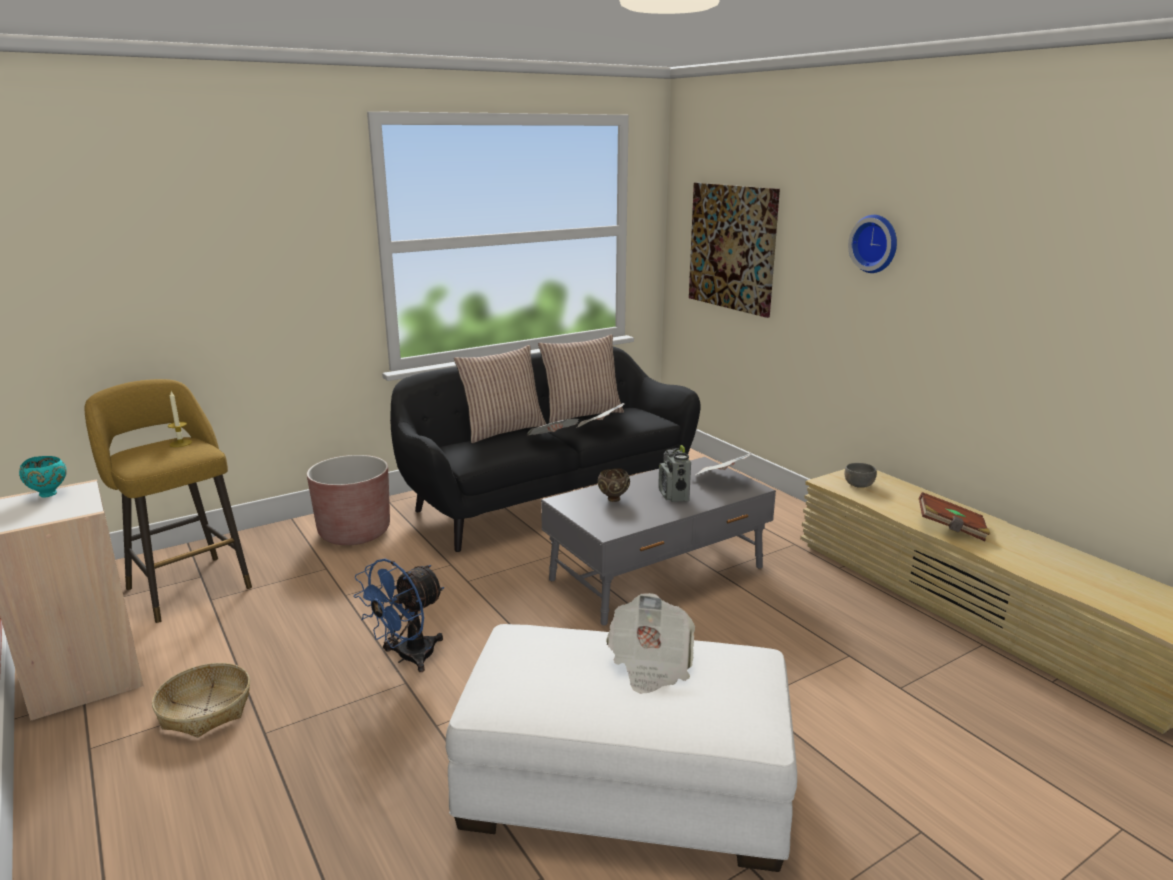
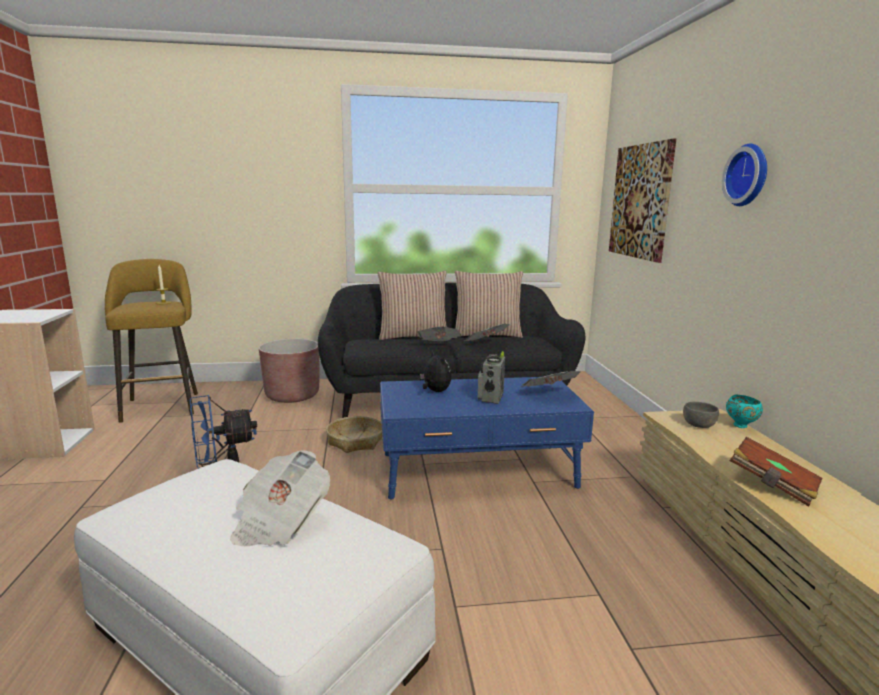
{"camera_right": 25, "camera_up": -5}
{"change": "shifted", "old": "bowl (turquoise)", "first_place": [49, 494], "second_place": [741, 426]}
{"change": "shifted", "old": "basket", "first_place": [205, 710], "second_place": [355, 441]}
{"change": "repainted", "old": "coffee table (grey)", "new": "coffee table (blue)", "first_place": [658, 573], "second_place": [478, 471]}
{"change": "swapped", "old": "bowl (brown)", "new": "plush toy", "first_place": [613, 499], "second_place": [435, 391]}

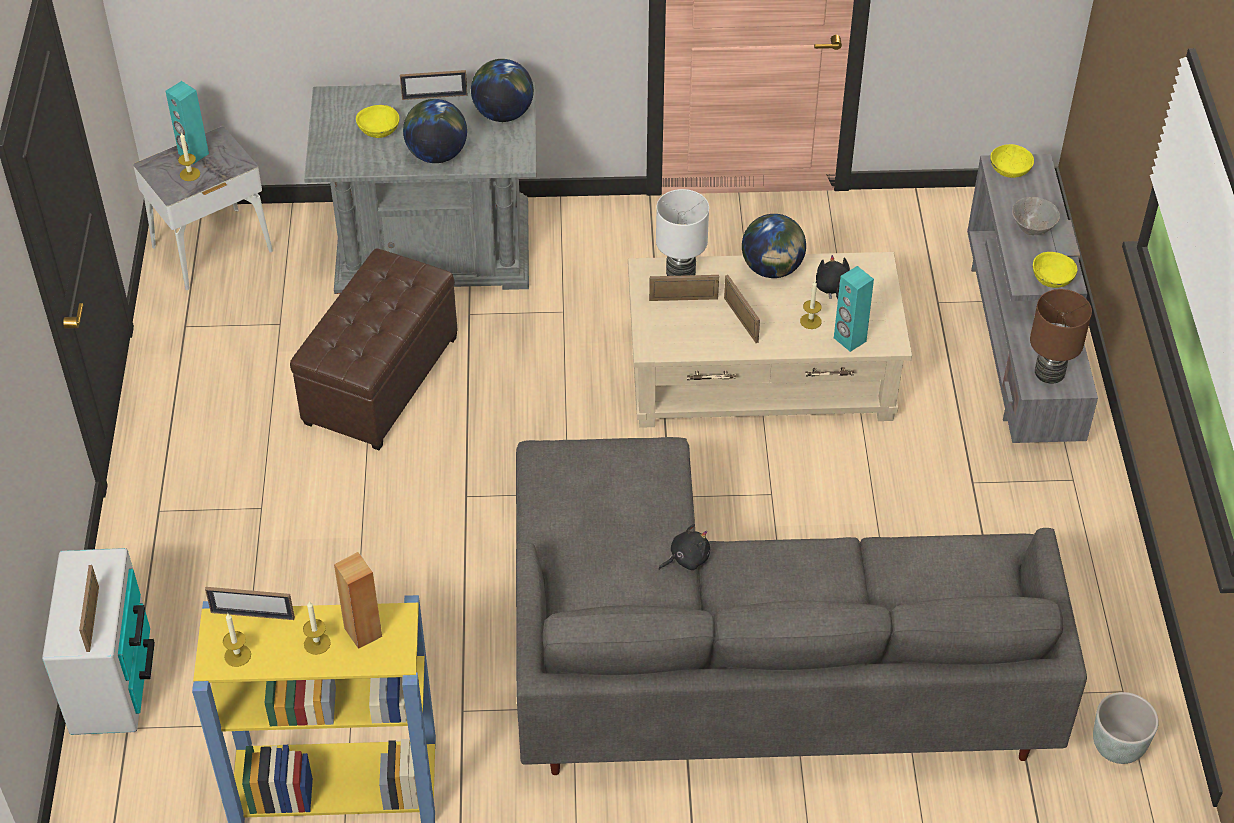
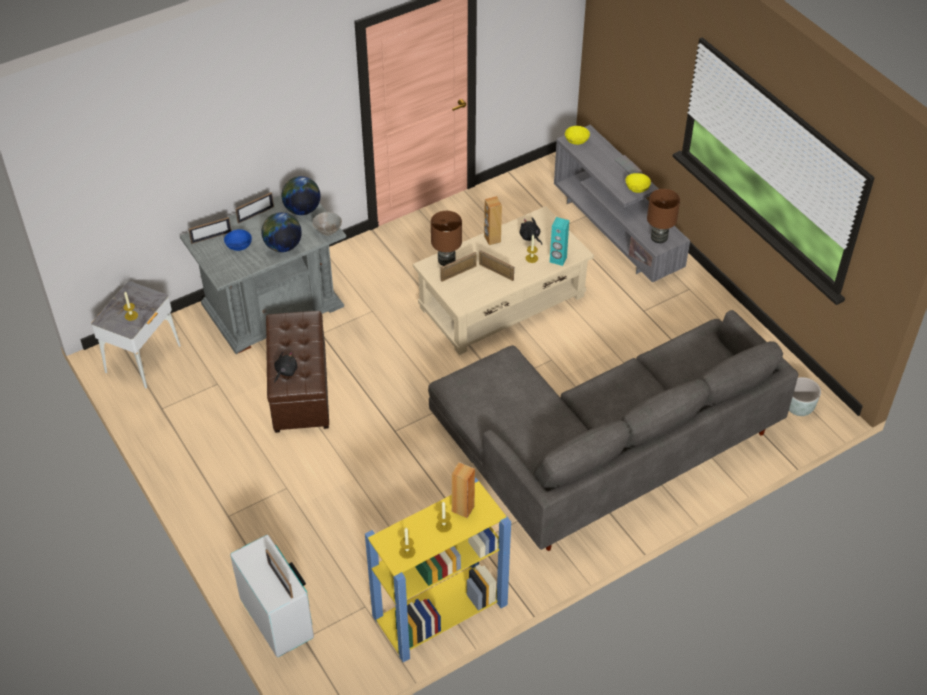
{"camera_right": -30, "camera_up": 0}
{"change": "gone", "old": "speaker (turquoise)", "first_place": [193, 154]}
{"change": "shifted", "old": "picture frame", "first_place": [252, 615], "second_place": [211, 237]}
{"change": "repainted", "old": "bowl (yellow)", "new": "bowl (blue)", "first_place": [379, 131], "second_place": [239, 245]}
{"change": "repainted", "old": "table lamp (white)", "new": "table lamp (brown)", "first_place": [681, 273], "second_place": [446, 260]}
{"change": "shifted", "old": "plush toy (black)", "first_place": [686, 558], "second_place": [285, 372]}
{"change": "swapped", "old": "globe", "new": "speaker (brown)", "first_place": [772, 269], "second_place": [492, 239]}
{"change": "shifted", "old": "bowl (grey)", "first_place": [1032, 228], "second_place": [328, 231]}

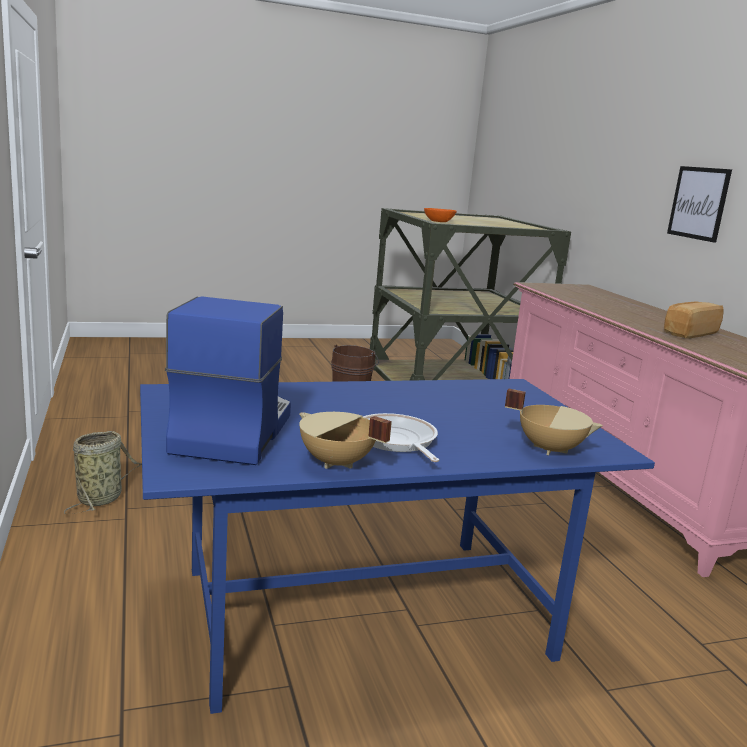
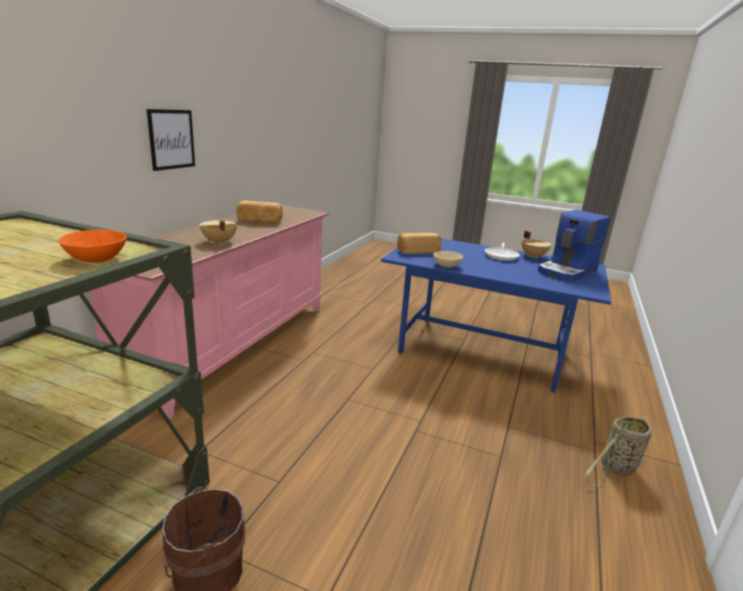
{"camera_right": -140, "camera_up": 5}
{"change": "shifted", "old": "cooking pot (beige)", "first_place": [550, 449], "second_place": [218, 242]}
{"change": "new", "new": "bread", "second_place": [417, 251]}
{"change": "new", "new": "bowl (beige)", "second_place": [447, 265]}

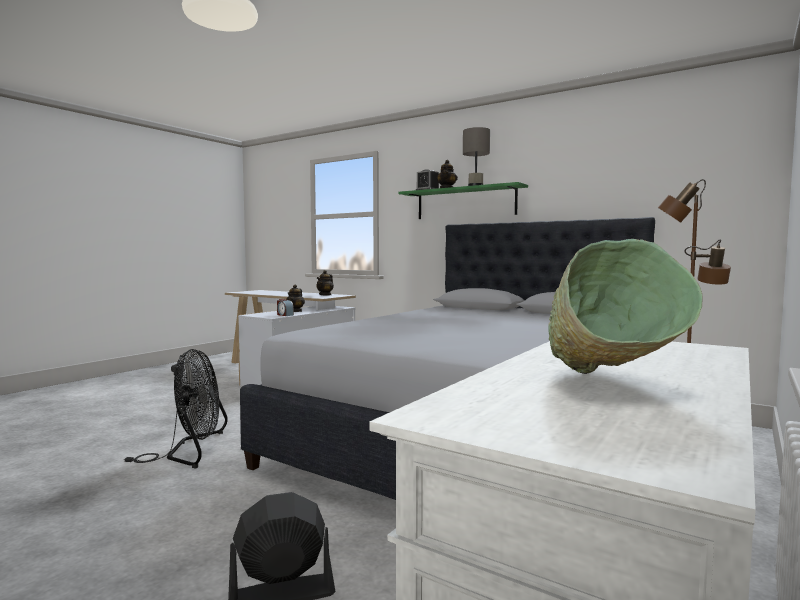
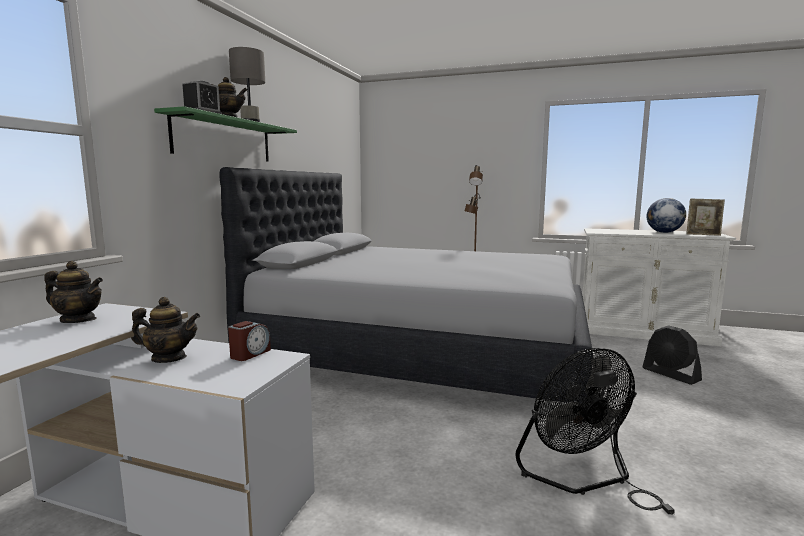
{"camera_right": -105, "camera_up": 5}
{"change": "swapped", "old": "bowl (green)", "new": "globe", "first_place": [610, 383], "second_place": [663, 232]}
{"change": "new", "new": "picture frame", "second_place": [703, 235]}

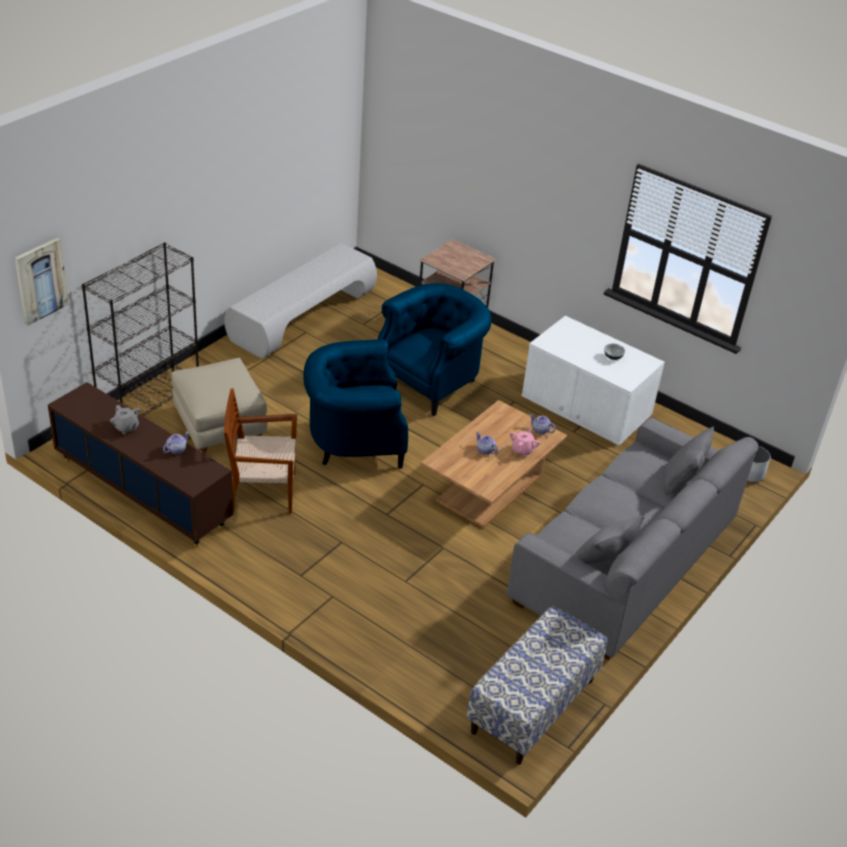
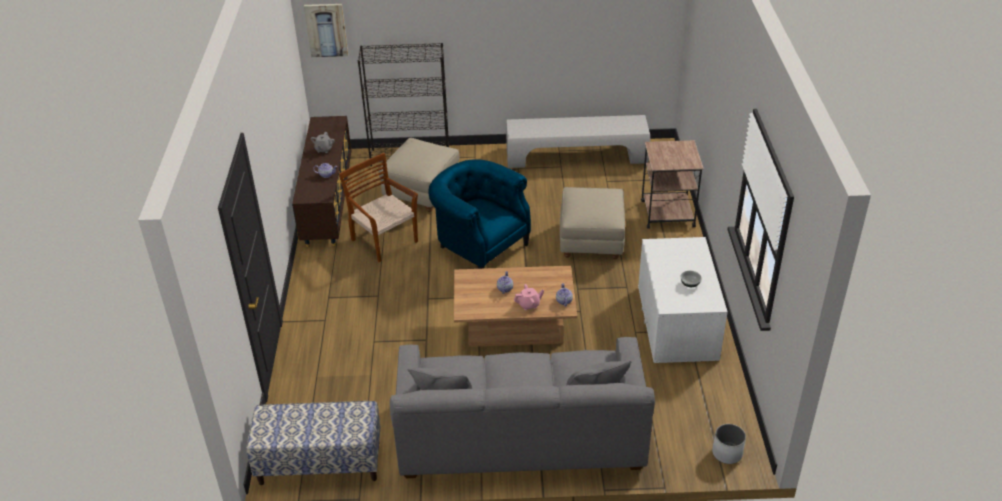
{"camera_right": 55, "camera_up": 0}
{"change": "swapped", "old": "armchair (blue)", "new": "ottoman (beige)", "first_place": [432, 381], "second_place": [591, 241]}

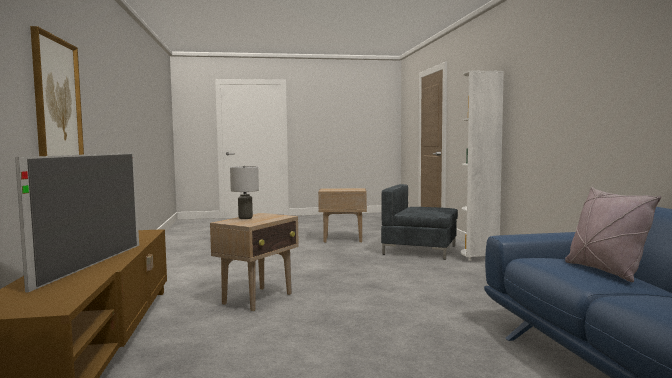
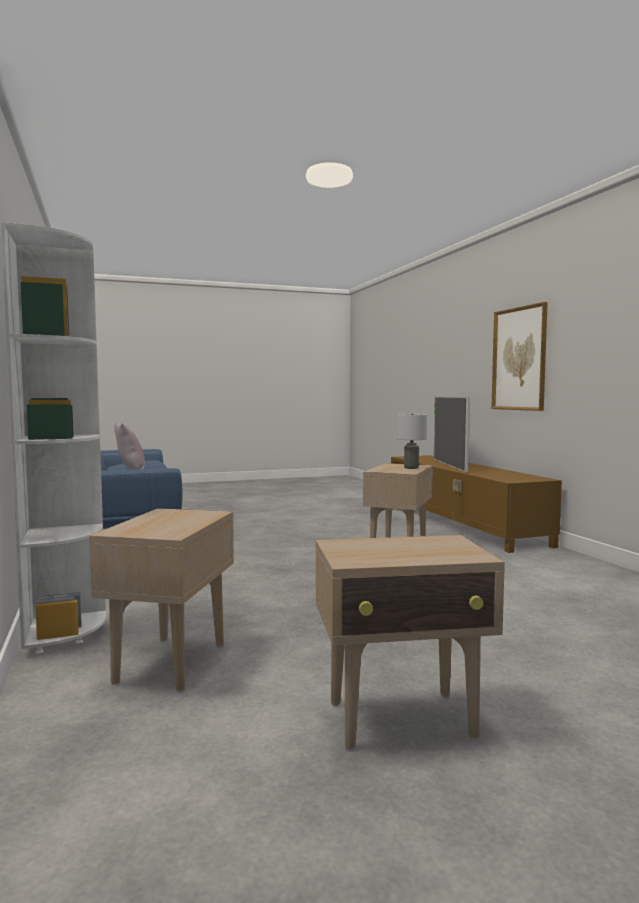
{"camera_right": 170, "camera_up": 0}
{"change": "swapped", "old": "armchair (grey)", "new": "side table (beige)", "first_place": [420, 250], "second_place": [170, 663]}

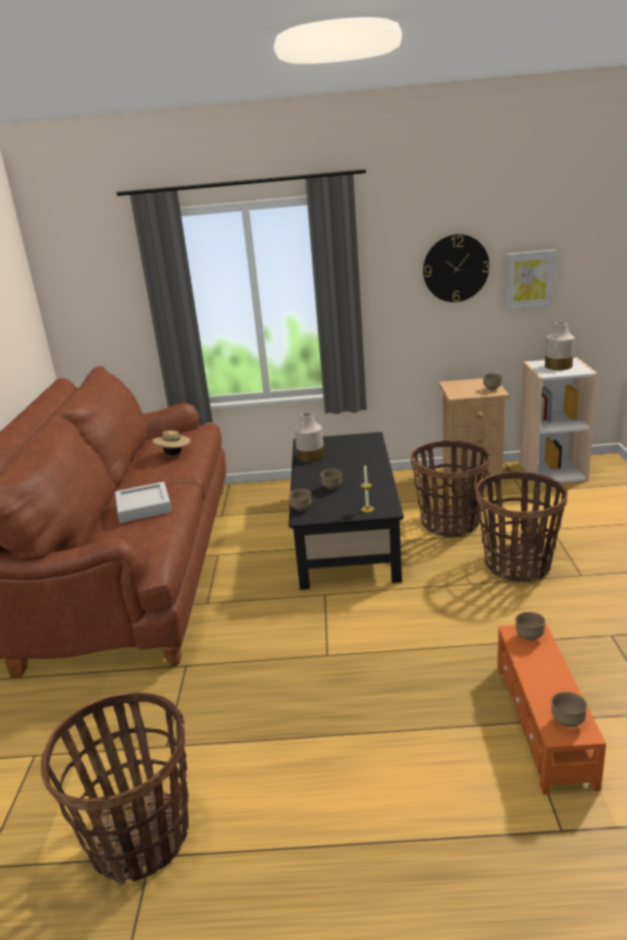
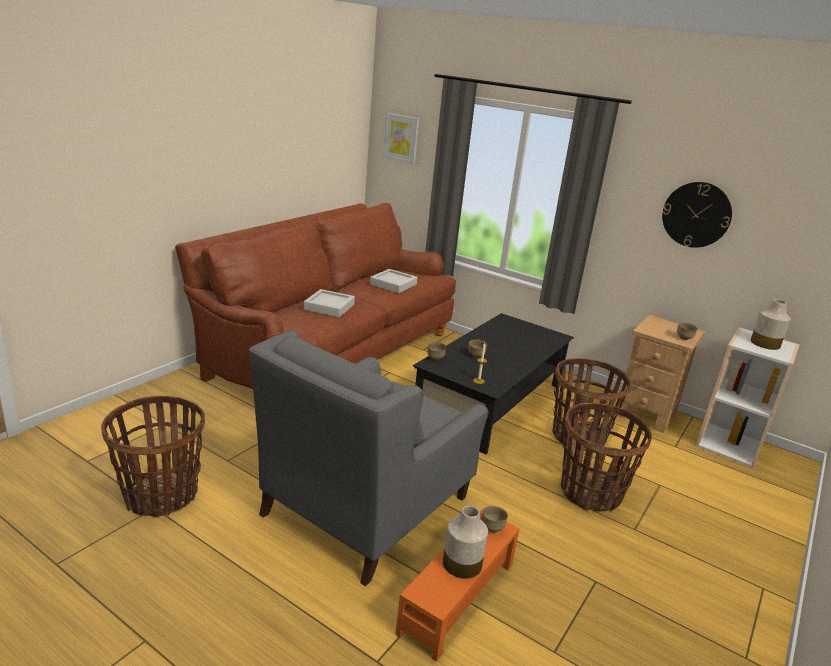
{"camera_right": 30, "camera_up": 0}
{"change": "swapped", "old": "hat (beige)", "new": "tray (grey)", "first_place": [174, 454], "second_place": [393, 284]}
{"change": "shifted", "old": "vase (beige)", "first_place": [311, 456], "second_place": [462, 563]}
{"change": "shifted", "old": "picture", "first_place": [529, 280], "second_place": [401, 138]}
{"change": "gone", "old": "bowl (brown)", "first_place": [567, 722]}
{"change": "new", "new": "armchair (grey)", "second_place": [367, 505]}

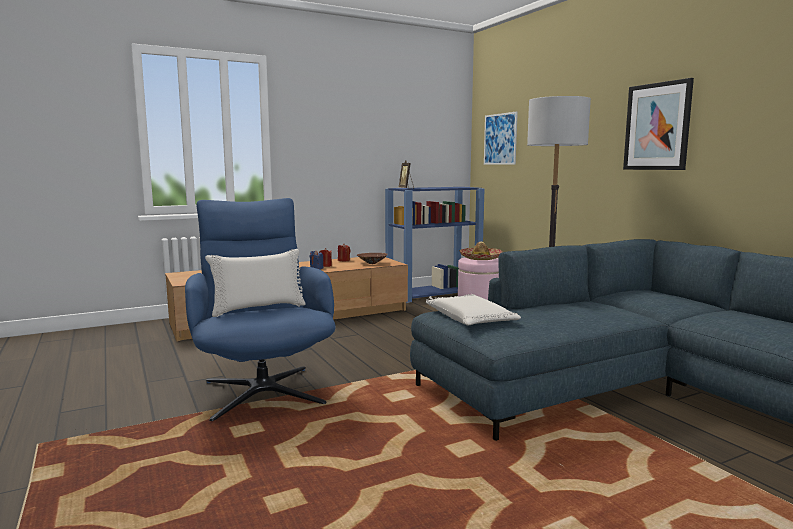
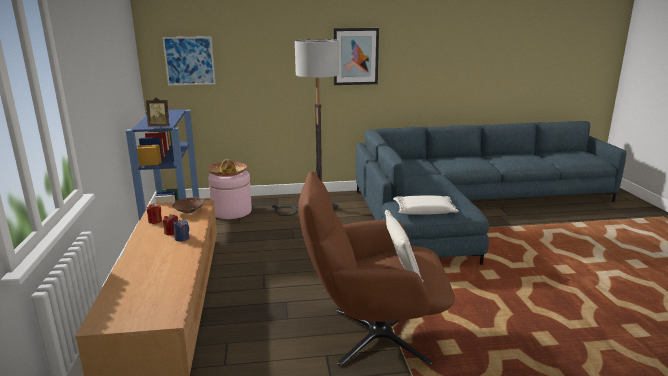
{"camera_right": -70, "camera_up": 10}
{"change": "repainted", "old": "armchair (blue)", "new": "armchair (brown)", "first_place": [263, 391], "second_place": [375, 335]}

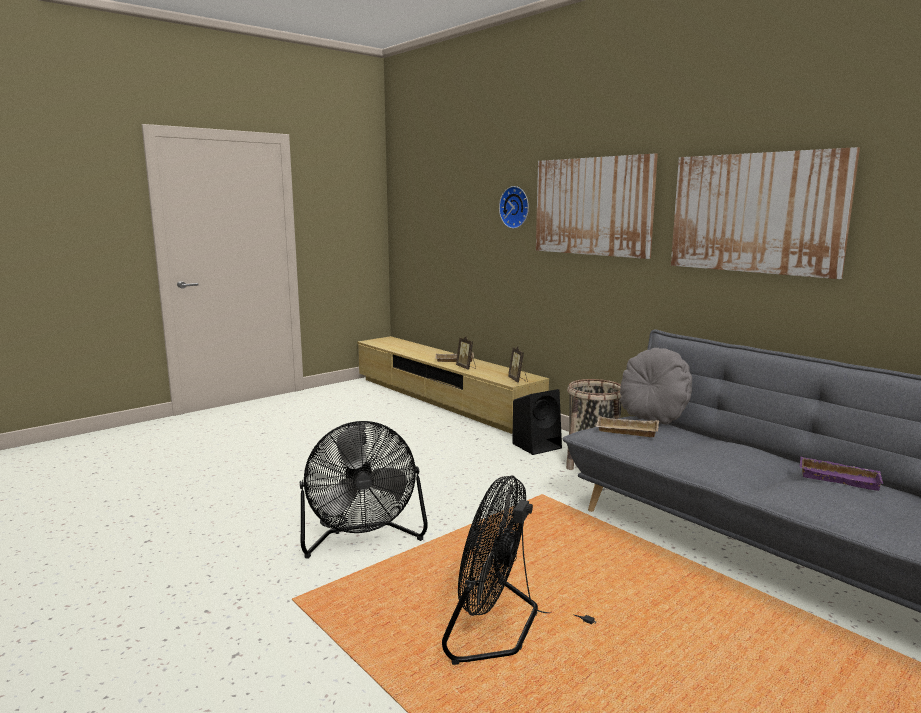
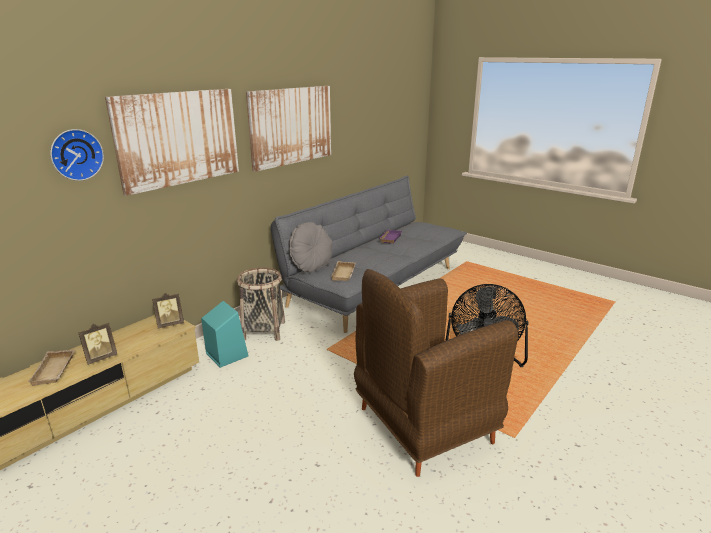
{"camera_right": -100, "camera_up": 10}
{"change": "swapped", "old": "fan (black)", "new": "armchair (brown)", "first_place": [357, 537], "second_place": [422, 426]}
{"change": "repainted", "old": "speaker (black)", "new": "speaker (turquoise)", "first_place": [537, 445], "second_place": [226, 354]}

